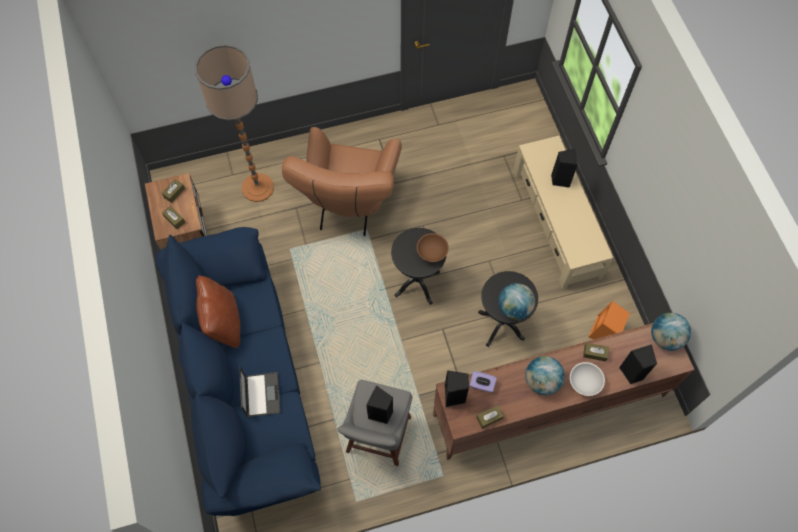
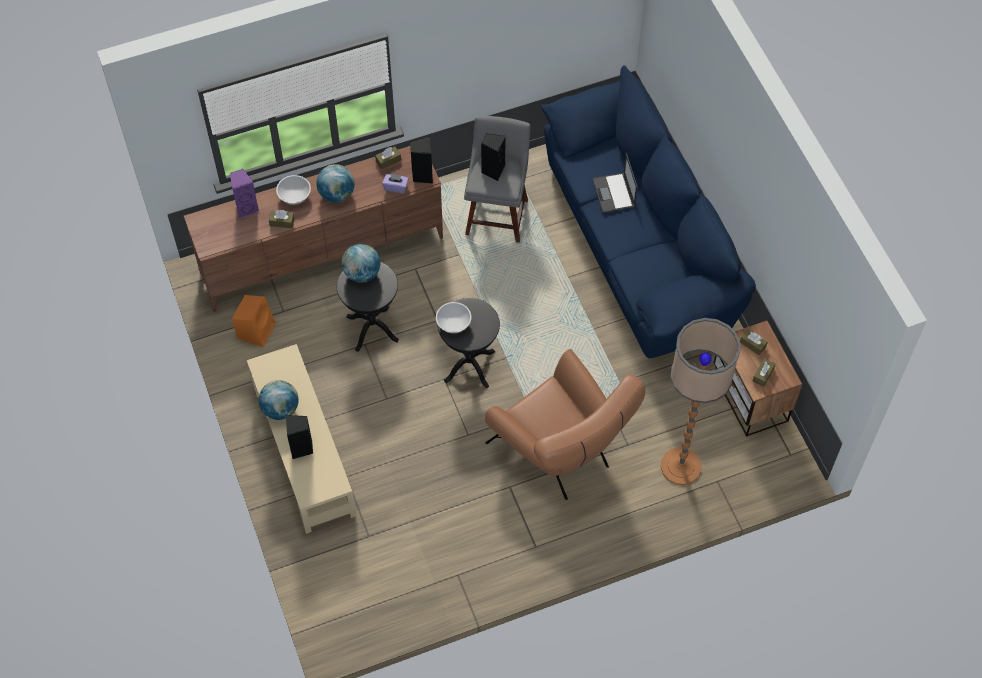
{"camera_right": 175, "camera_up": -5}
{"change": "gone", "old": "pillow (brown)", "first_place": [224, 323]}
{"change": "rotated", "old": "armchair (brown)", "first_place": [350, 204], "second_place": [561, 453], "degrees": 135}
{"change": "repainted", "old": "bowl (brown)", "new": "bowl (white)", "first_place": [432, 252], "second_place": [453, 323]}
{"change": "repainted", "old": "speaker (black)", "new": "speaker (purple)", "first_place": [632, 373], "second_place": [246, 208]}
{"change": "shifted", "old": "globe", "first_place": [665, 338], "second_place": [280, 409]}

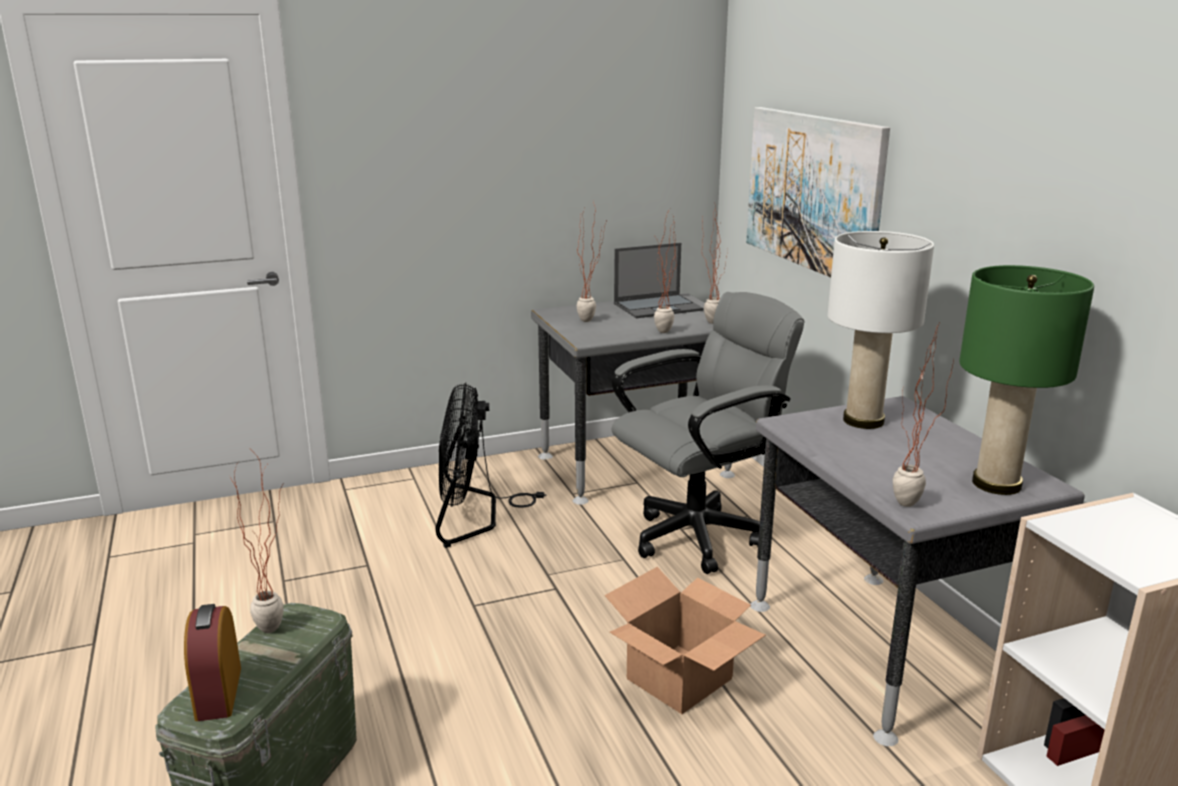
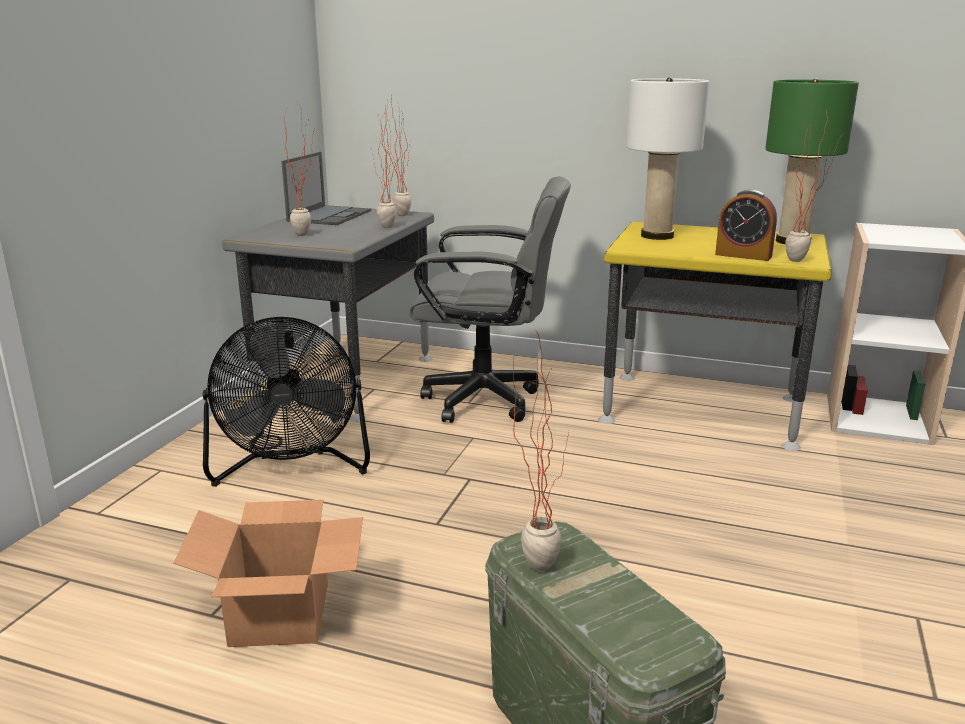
{"camera_right": -50, "camera_up": 0}
{"change": "shifted", "old": "alarm clock", "first_place": [218, 693], "second_place": [743, 255]}
{"change": "rotated", "old": "fan (black)", "first_place": [475, 512], "second_place": [286, 465], "degrees": -45}
{"change": "shifted", "old": "cardboard box", "first_place": [679, 678], "second_place": [279, 613]}
{"change": "rotated", "old": "office chair (grey)", "first_place": [700, 536], "second_place": [489, 400], "degrees": 90}
{"change": "gone", "old": "picture", "first_place": [813, 192]}
{"change": "repainted", "old": "desk (grey)", "new": "desk (yellow)", "first_place": [881, 649], "second_place": [702, 408]}

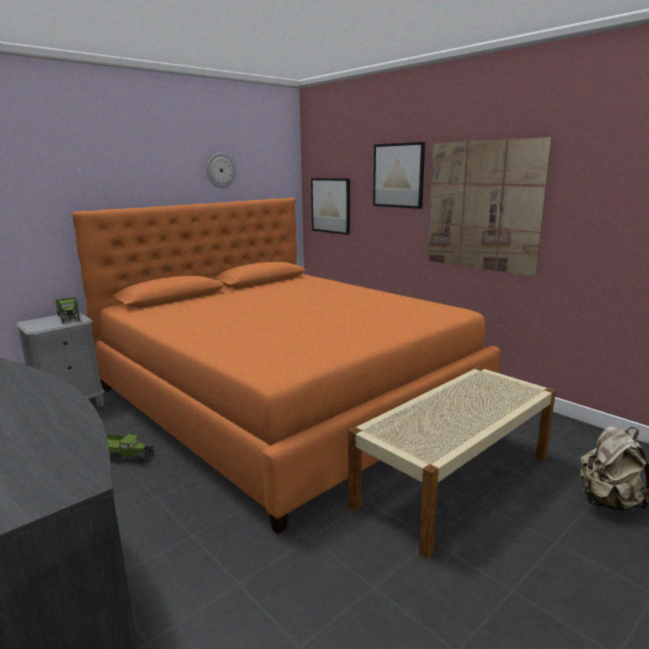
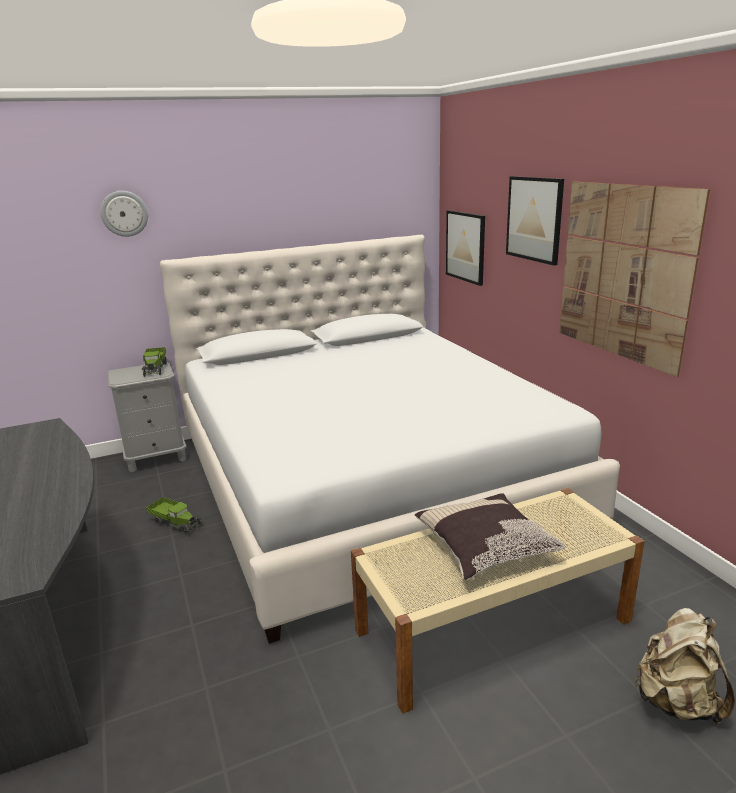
{"camera_right": 20, "camera_up": 5}
{"change": "repainted", "old": "bed (orange)", "new": "bed (white)", "first_place": [287, 397], "second_place": [366, 479]}
{"change": "shifted", "old": "wall clock", "first_place": [220, 170], "second_place": [124, 213]}
{"change": "new", "new": "pillow", "second_place": [485, 548]}

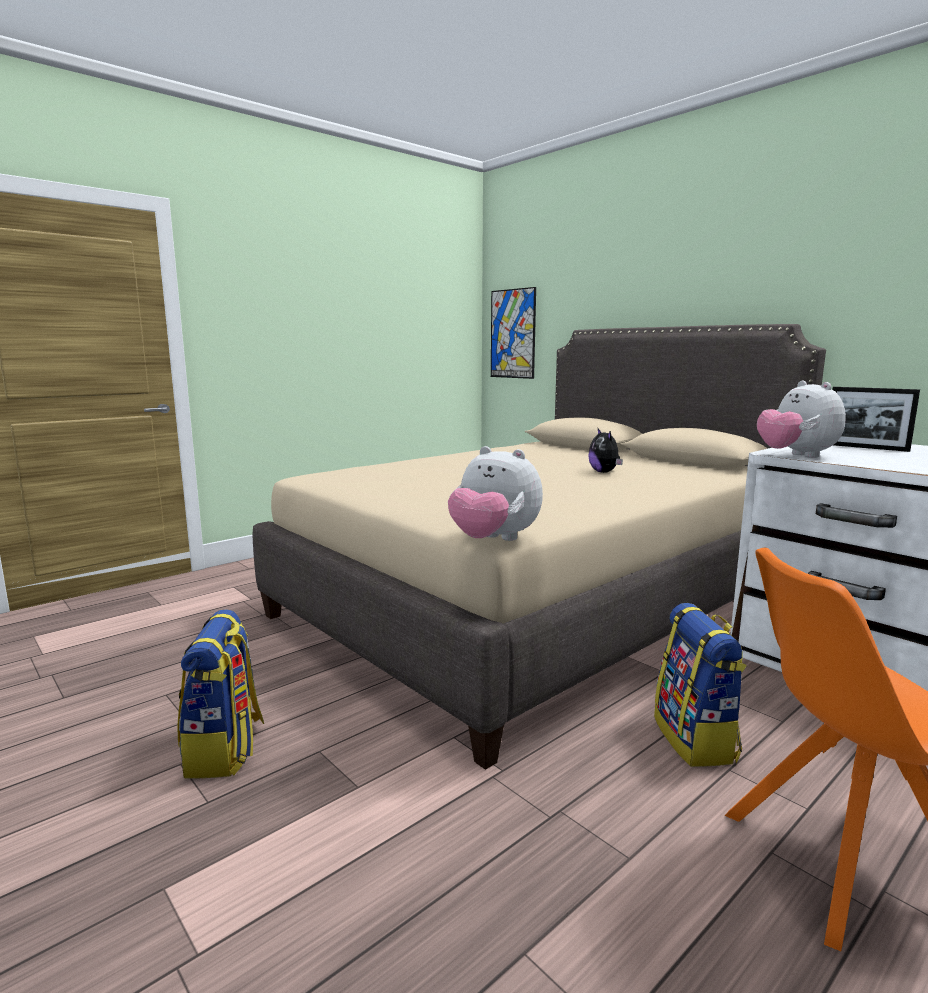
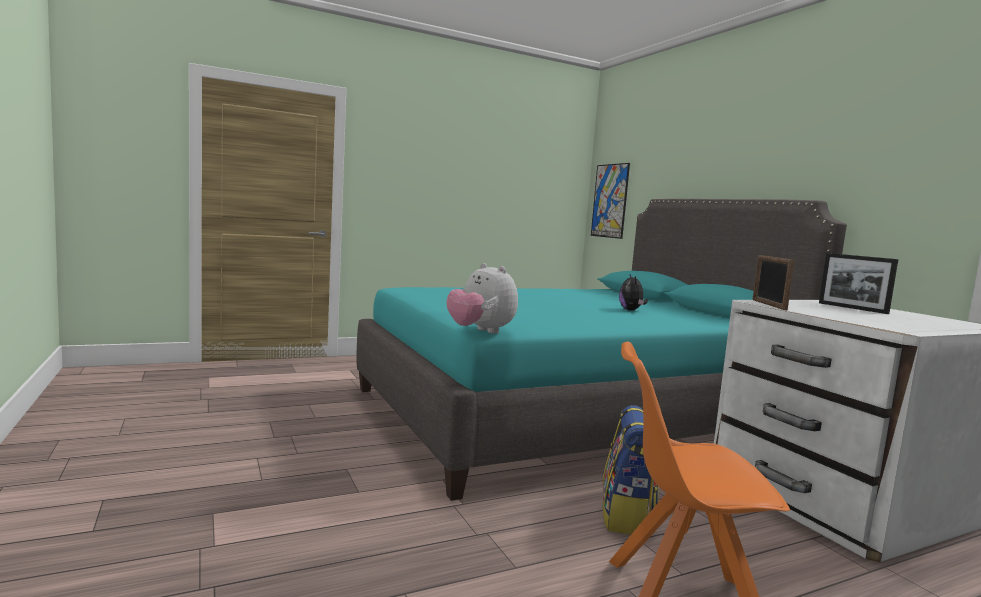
{"camera_right": 15, "camera_up": -5}
{"change": "gone", "old": "backpack", "first_place": [225, 750]}
{"change": "repainted", "old": "bed (beige)", "new": "bed (turquoise)", "first_place": [538, 603], "second_place": [570, 414]}
{"change": "swapped", "old": "plush toy", "new": "picture frame", "first_place": [796, 456], "second_place": [768, 305]}

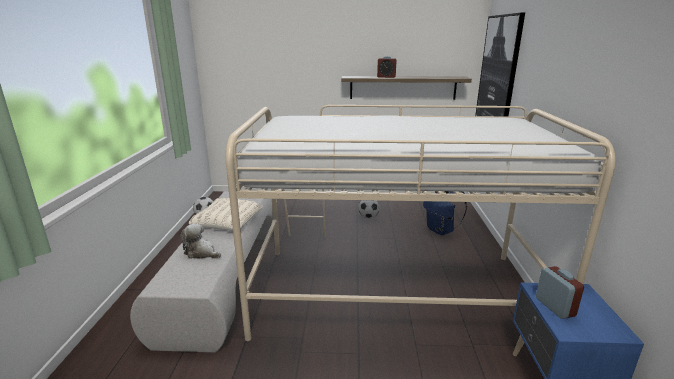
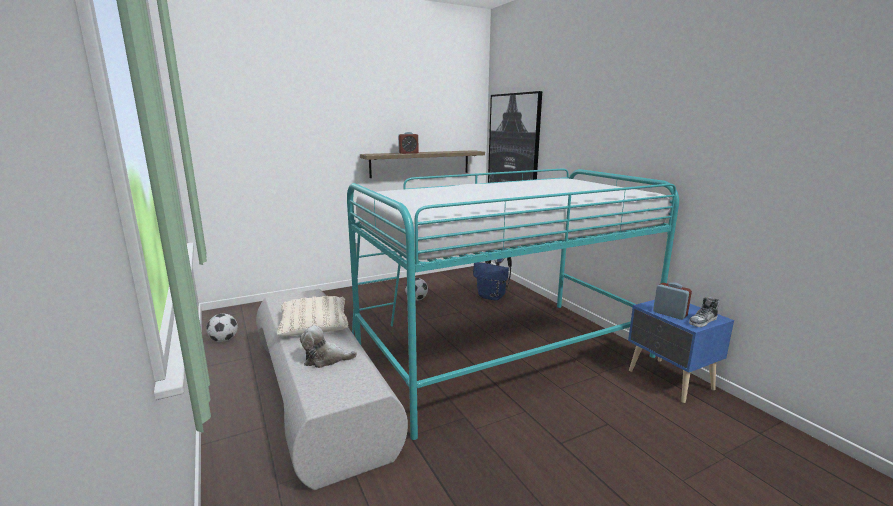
{"camera_right": -30, "camera_up": -5}
{"change": "repainted", "old": "bed (beige)", "new": "bed (turquoise)", "first_place": [390, 291], "second_place": [500, 355]}
{"change": "new", "new": "shoe", "second_place": [703, 321]}

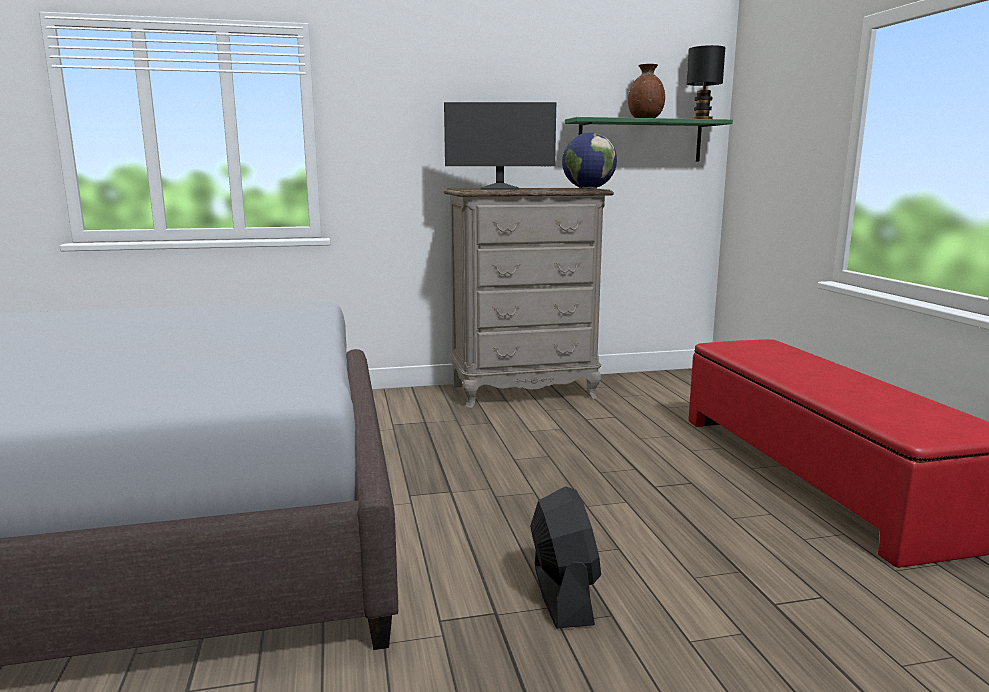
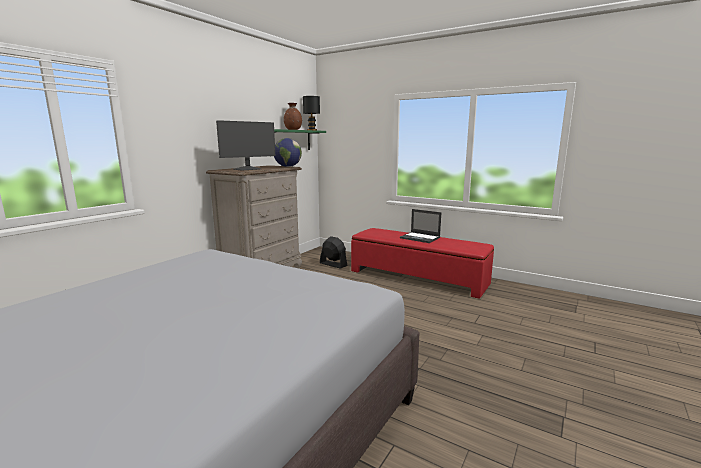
{"camera_right": -45, "camera_up": 0}
{"change": "shifted", "old": "fan (black)", "first_place": [562, 594], "second_place": [333, 264]}
{"change": "new", "new": "laptop", "second_place": [420, 238]}

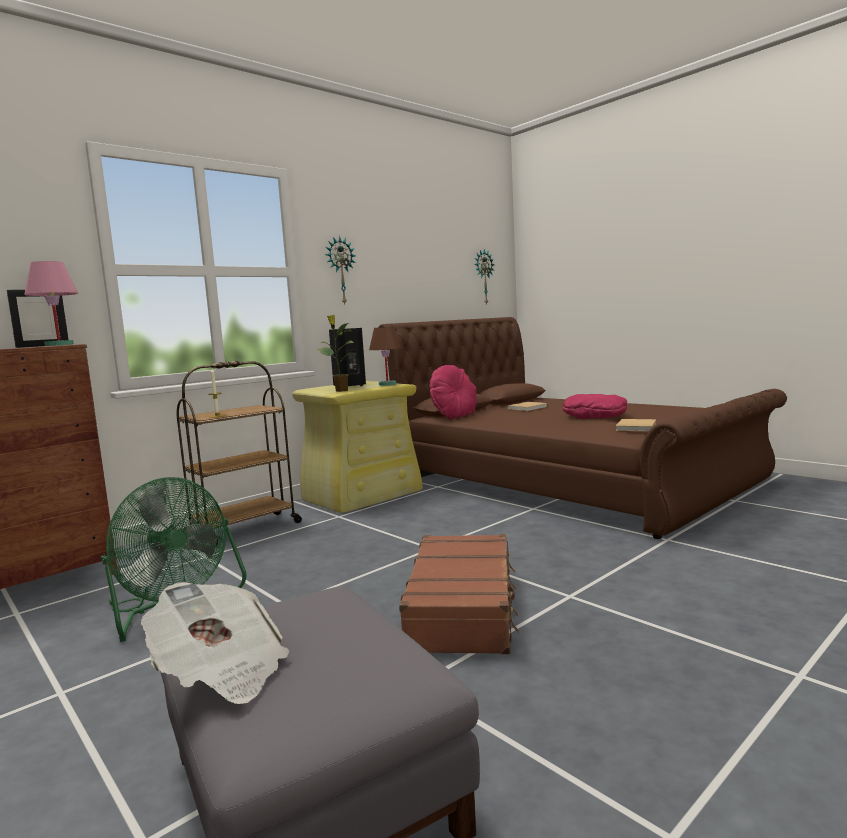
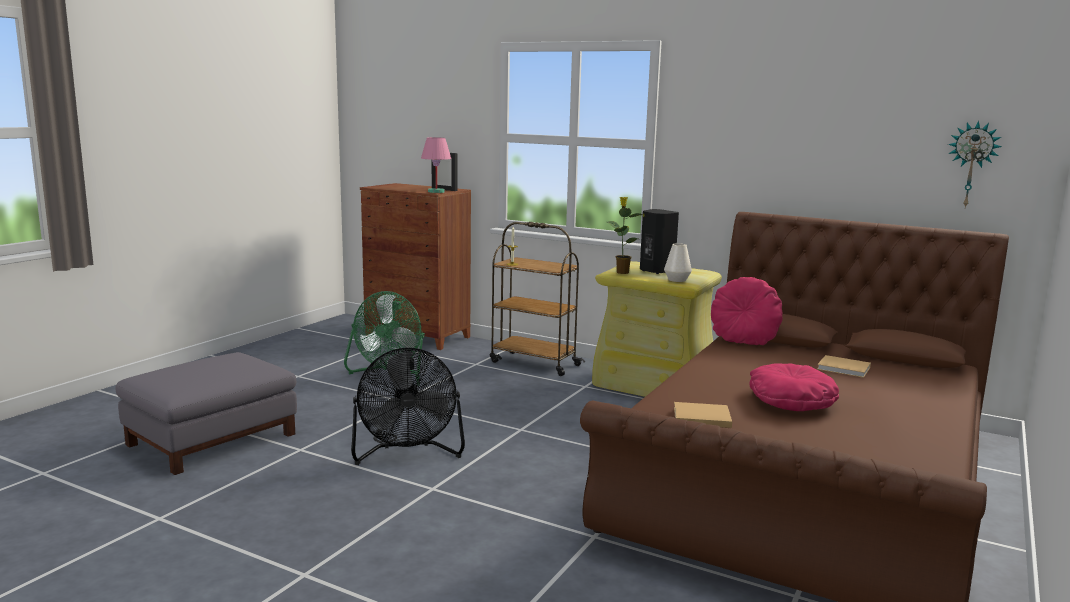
{"camera_right": 70, "camera_up": 5}
{"change": "gone", "old": "newspaper", "first_place": [221, 671]}
{"change": "gone", "old": "wall clock", "first_place": [340, 270]}
{"change": "swapped", "old": "table lamp (brown)", "new": "vase (white)", "first_place": [388, 384], "second_place": [677, 280]}
{"change": "swapped", "old": "suitcase (brown)", "new": "fan (black)", "first_place": [463, 608], "second_place": [403, 452]}

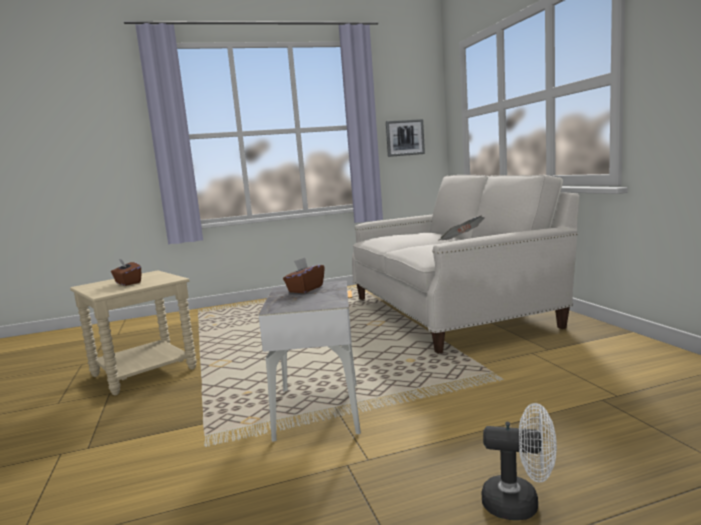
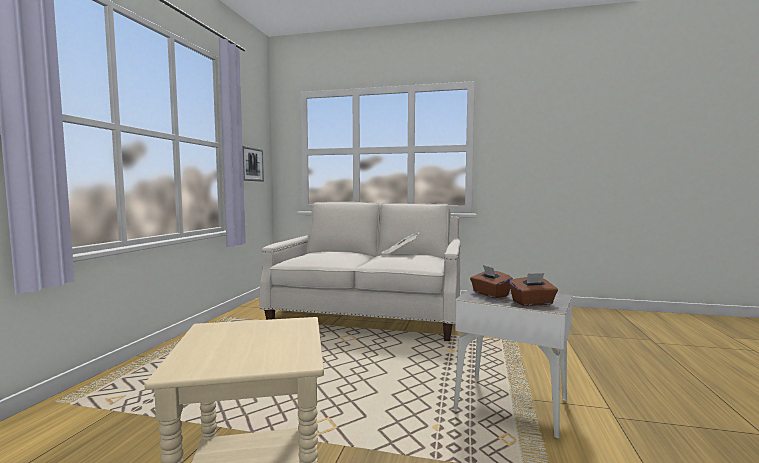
{"camera_right": -60, "camera_up": -5}
{"change": "shifted", "old": "tissue box (brown)", "first_place": [127, 283], "second_place": [532, 303]}
{"change": "gone", "old": "fan (white)", "first_place": [520, 504]}

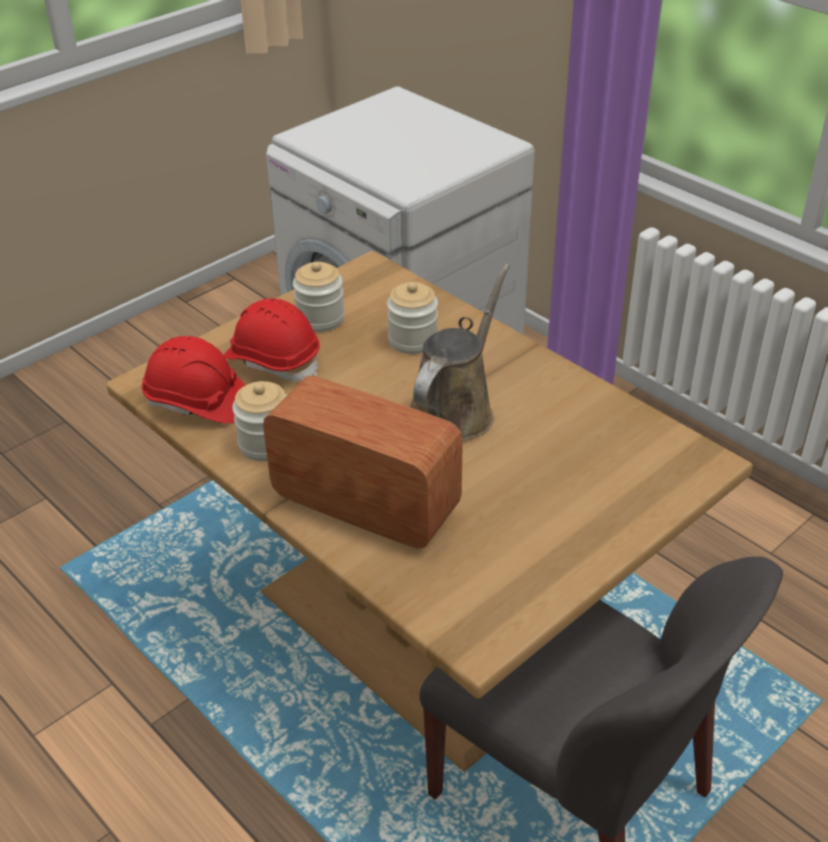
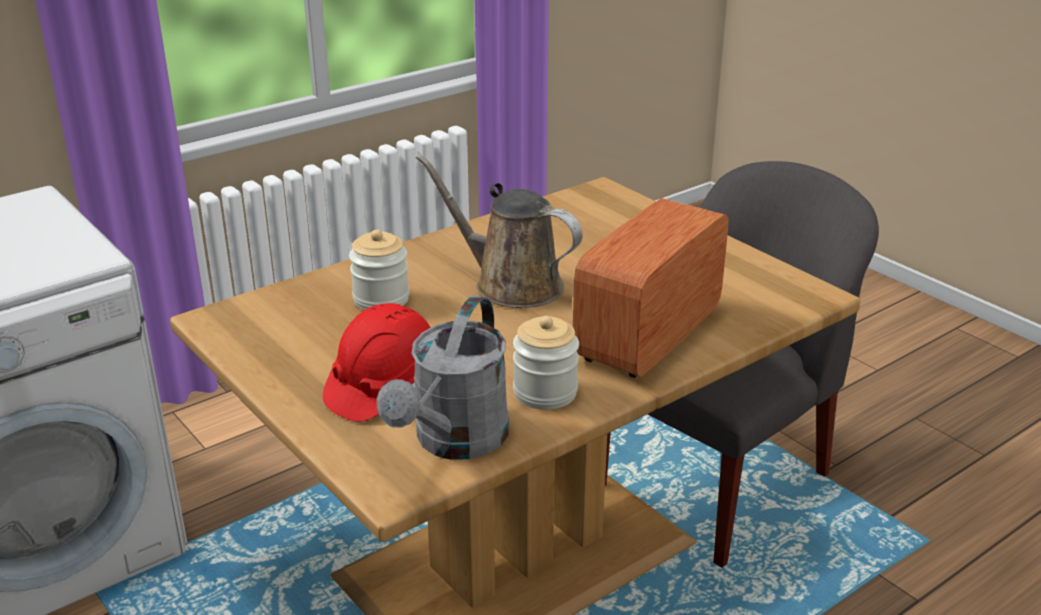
{"camera_right": -85, "camera_up": -10}
{"change": "swapped", "old": "hard hat (red)", "new": "watering can (grey)", "first_place": [197, 403], "second_place": [454, 442]}
{"change": "gone", "old": "jar", "first_place": [320, 319]}

